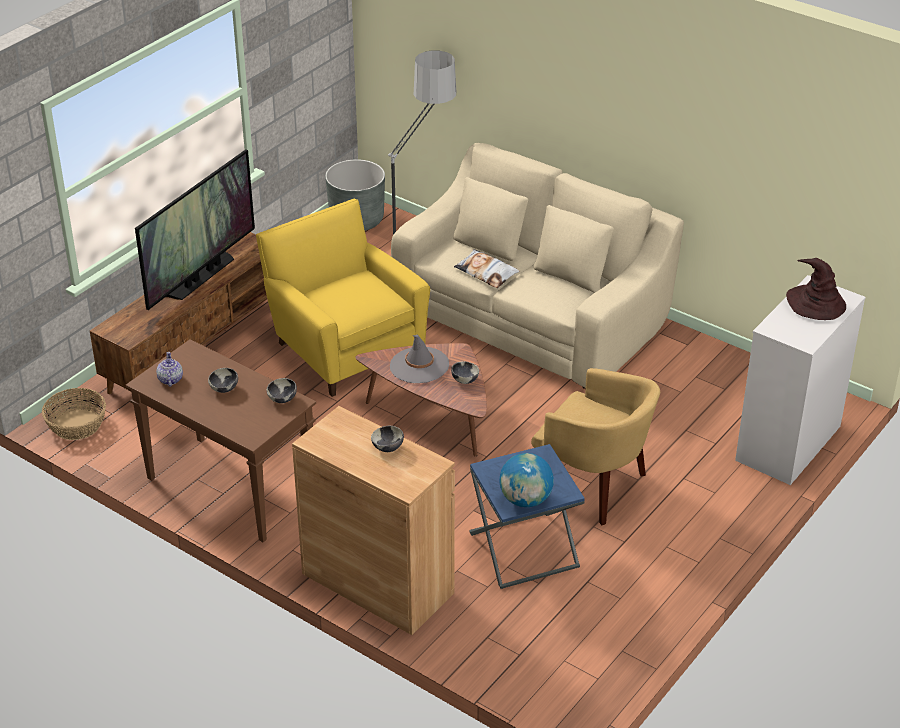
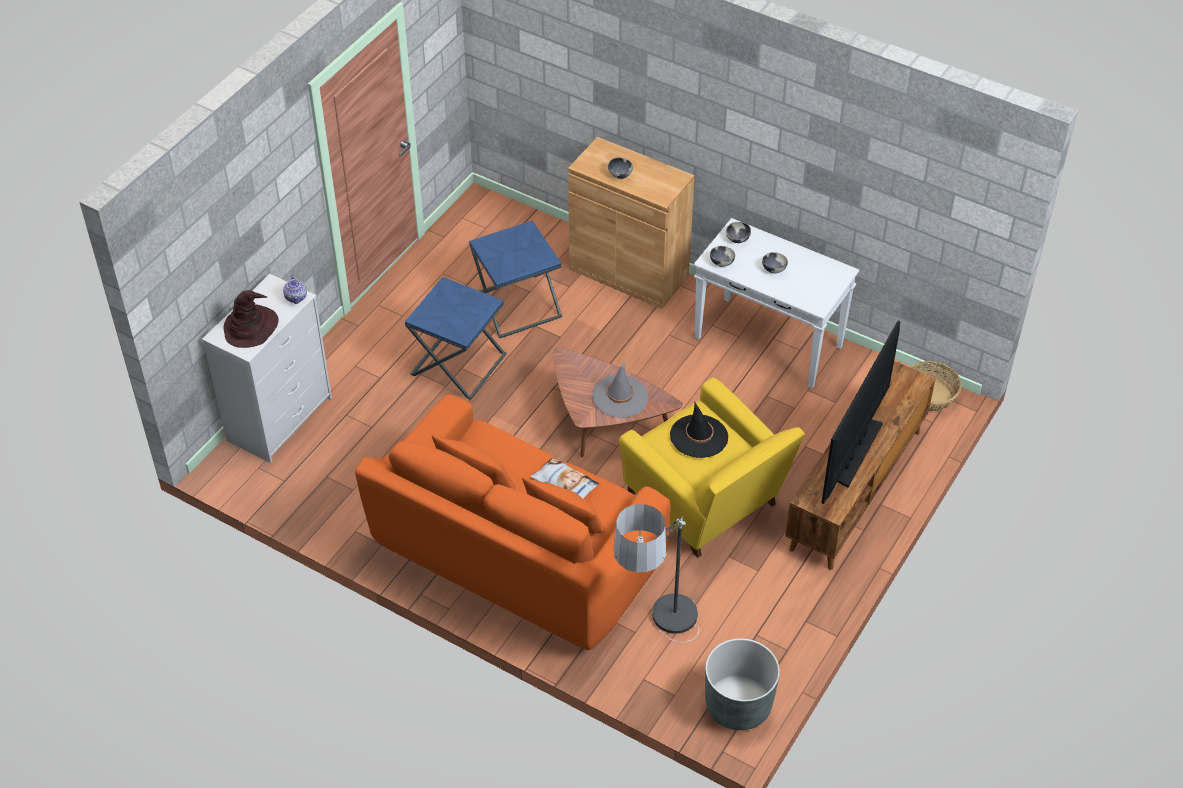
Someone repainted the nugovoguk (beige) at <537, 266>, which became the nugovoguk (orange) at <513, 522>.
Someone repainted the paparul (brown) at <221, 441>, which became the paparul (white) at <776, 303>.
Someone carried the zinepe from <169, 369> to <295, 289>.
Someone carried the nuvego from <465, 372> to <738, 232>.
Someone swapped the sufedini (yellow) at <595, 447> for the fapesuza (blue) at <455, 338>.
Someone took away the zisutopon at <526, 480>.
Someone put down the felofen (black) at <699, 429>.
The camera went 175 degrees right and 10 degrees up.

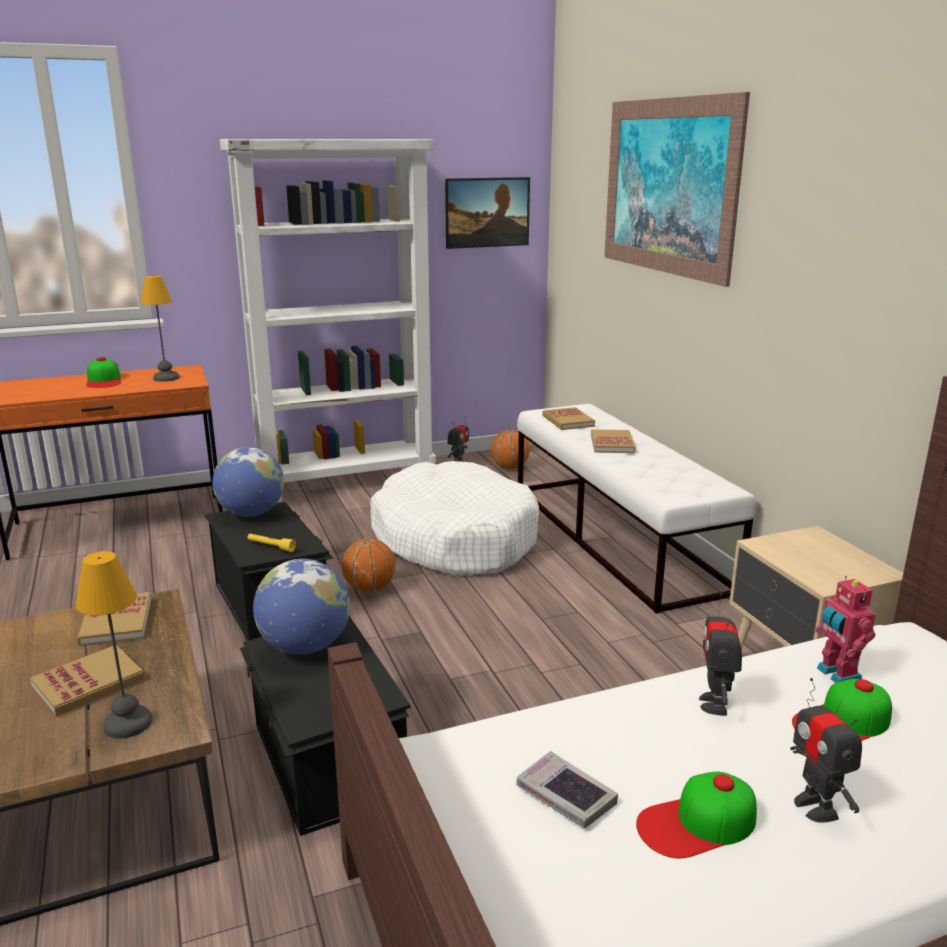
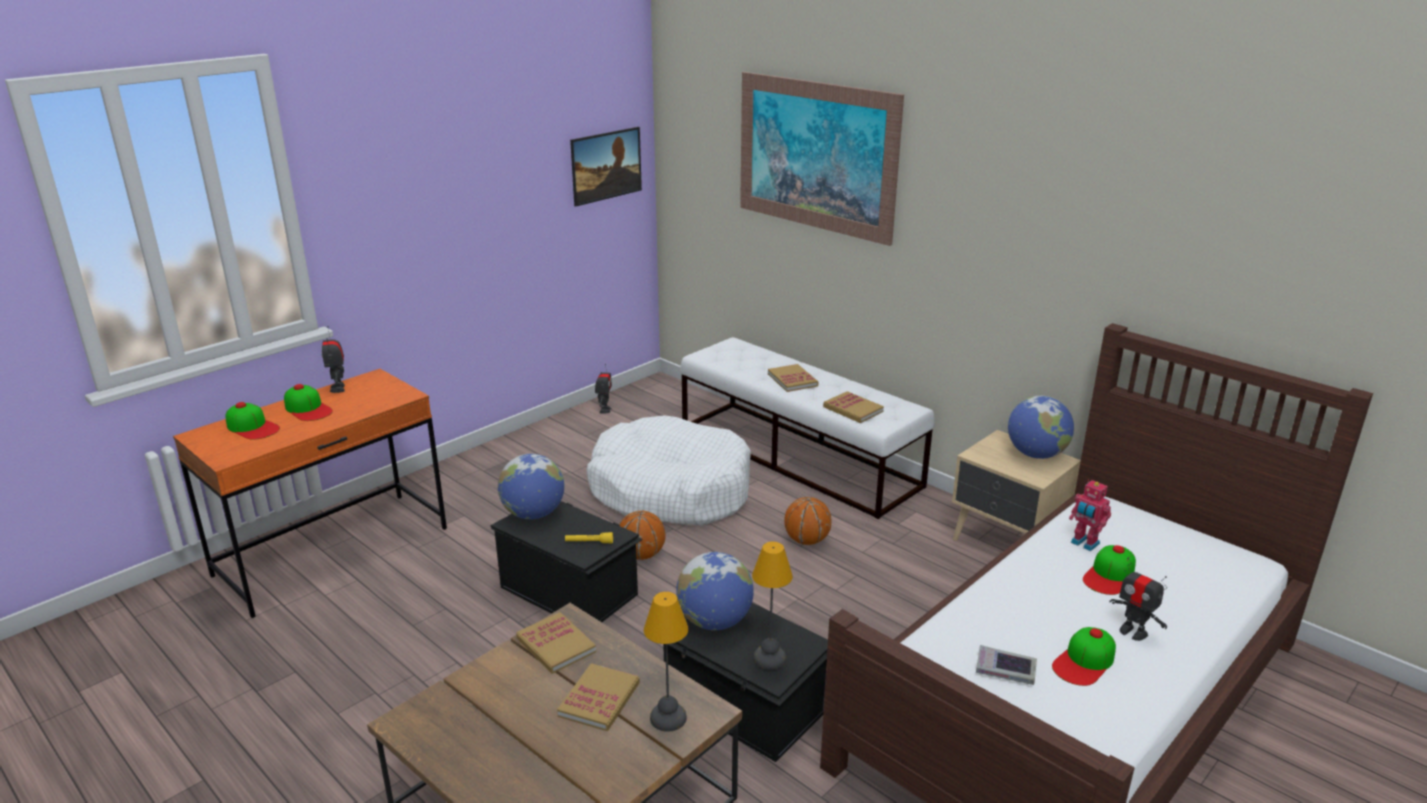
Someone took away the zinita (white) at <328, 320>.
Someone carried the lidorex from <160, 329> to <772, 606>.
Someone carried the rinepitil from <568, 418> to <853, 407>.
Someone carried the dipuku from <510, 449> to <807, 521>.
Someone carried the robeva from <720, 654> to <333, 359>.
Someone put down the zisutopon at <1041, 427>.
Someone put down the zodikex at <252, 421>.
The camera went 25 degrees left and 5 degrees up.

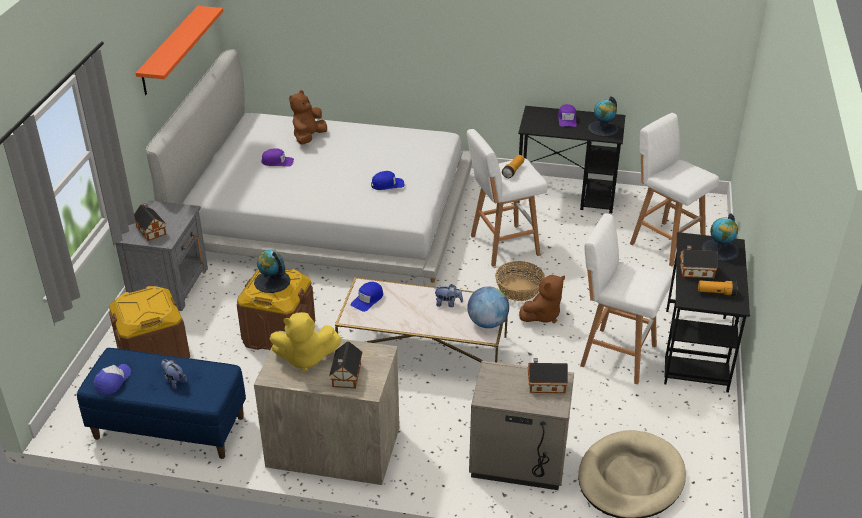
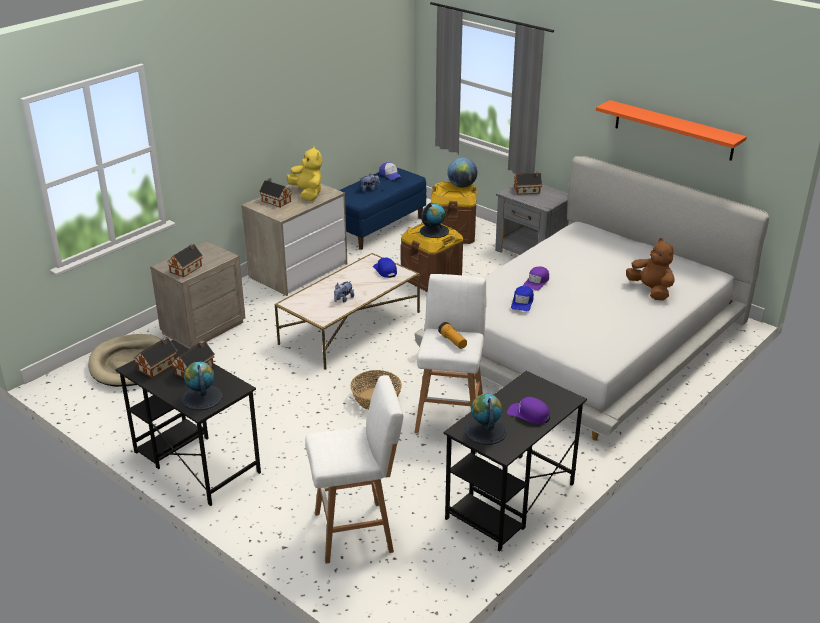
Someone carried the zodikex (purple) from <278, 157> to <536, 278>.
Someone took away the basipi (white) at <626, 299>.
Someone took away the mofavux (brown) at <542, 299>.
Someone swapped the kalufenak at <718, 288> for the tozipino at <156, 357>.
Someone carried the zisutopon from <488, 307> to <462, 172>.
Someone rotated the mofavux (yellow) at <305, 342> by 120 degrees clockwise.
The camera went 120 degrees right and 5 degrees down.

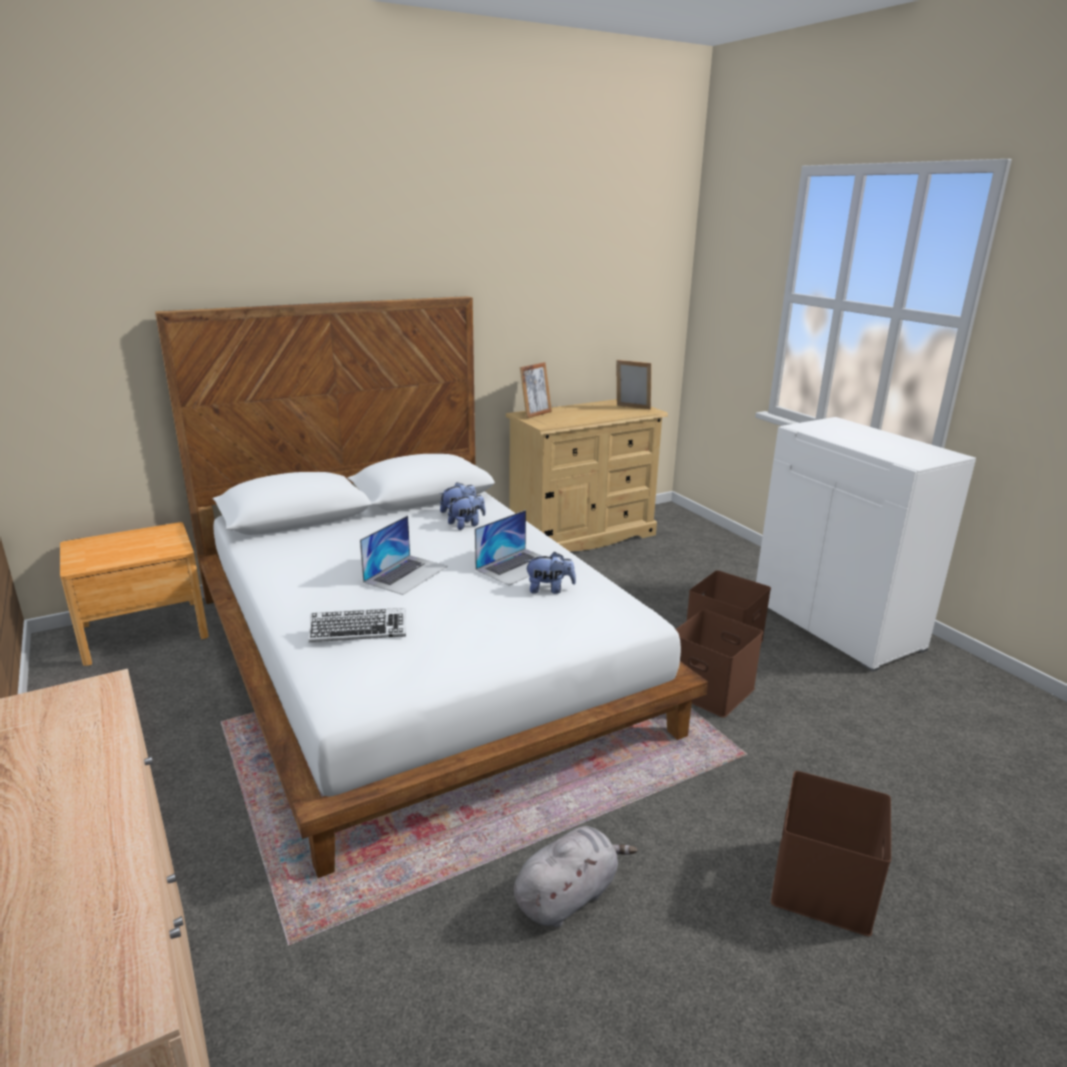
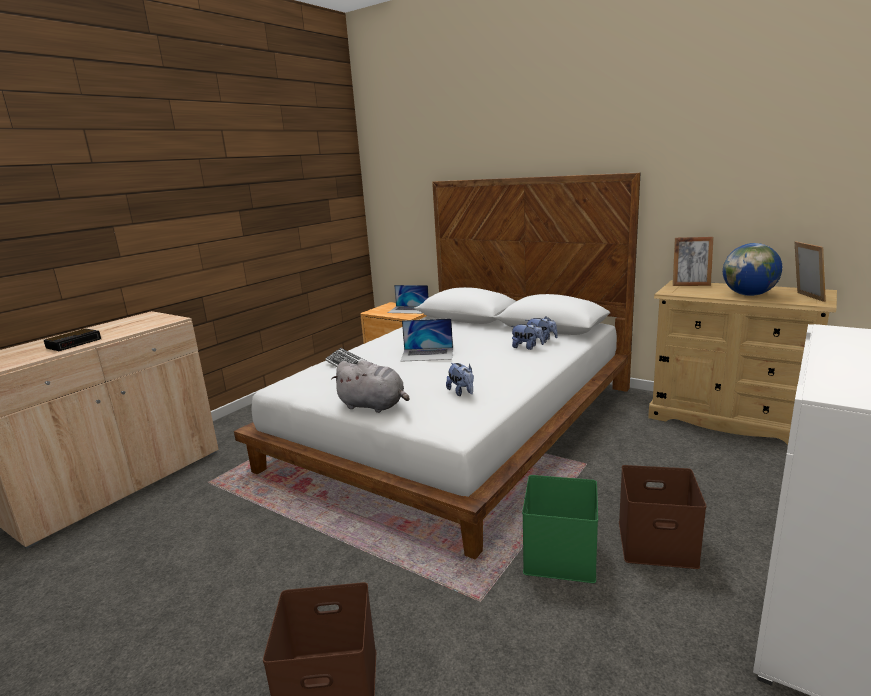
Someone carried the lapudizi from <508, 548> to <408, 299>.
Someone repainted the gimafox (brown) at <719, 663>, which became the gimafox (green) at <560, 529>.
Someone carried the mofavux (grey) from <576, 876> to <370, 386>.
Someone put down the zisutopon at <752, 269>.
Someone put down the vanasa at <72, 340>.
The camera went 65 degrees right and 5 degrees down.

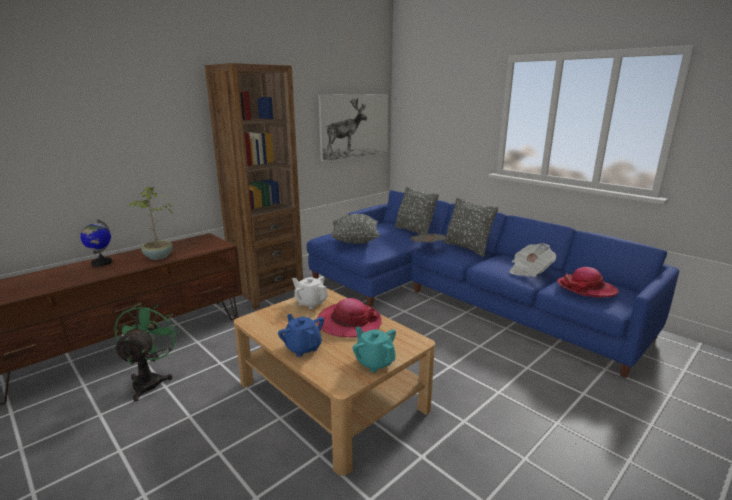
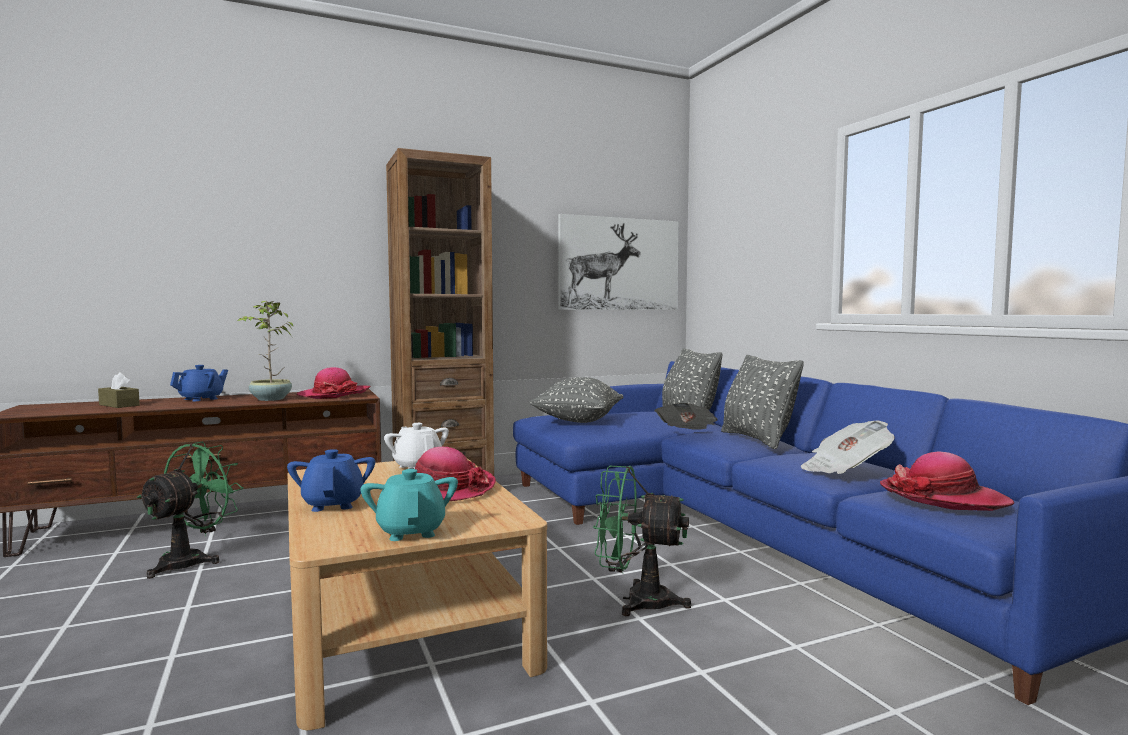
Someone swapped the zisutopon at <96, 242> for the zinepe (blue) at <199, 383>.
Someone put down the felofen at <334, 383>.
Someone put down the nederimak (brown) at <119, 390>.
Someone put down the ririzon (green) at <642, 541>.
The camera went 20 degrees right and 15 degrees down.

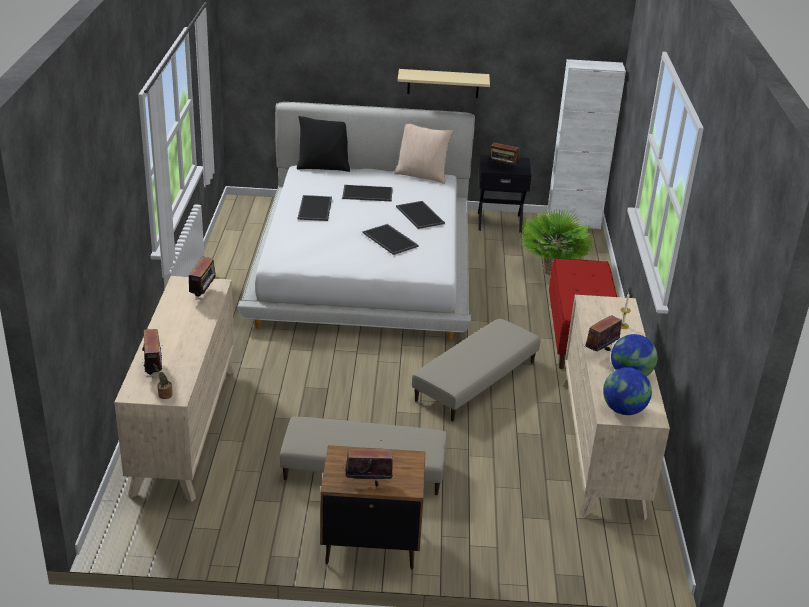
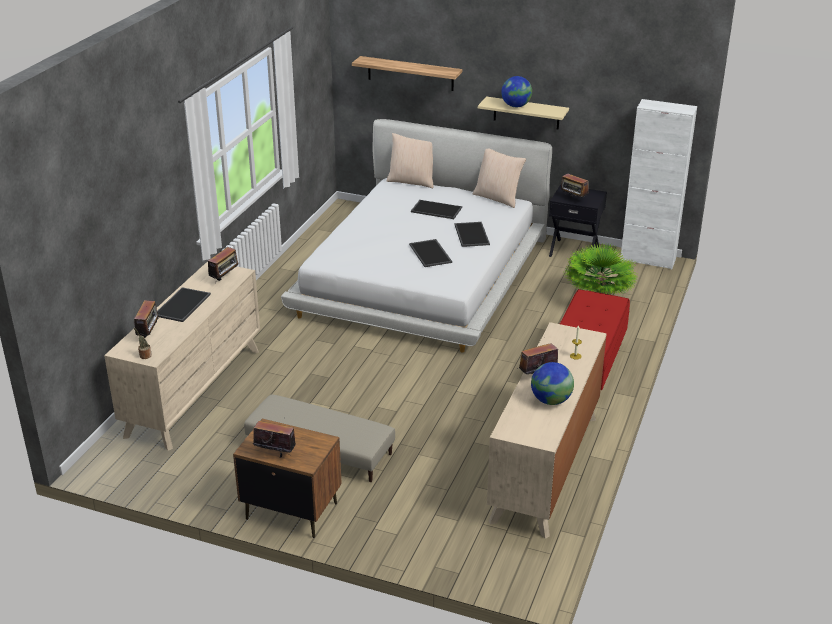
Someone repainted the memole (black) at <323, 144>, which became the memole (beige) at <410, 160>.
Someone carried the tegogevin from <315, 208> to <184, 304>.
Someone took away the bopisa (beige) at <476, 369>.
Someone carried the zisutopon from <627, 391> to <516, 91>.
Someone put up the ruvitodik at <407, 73>.
The camera went 20 degrees right and 0 degrees up.

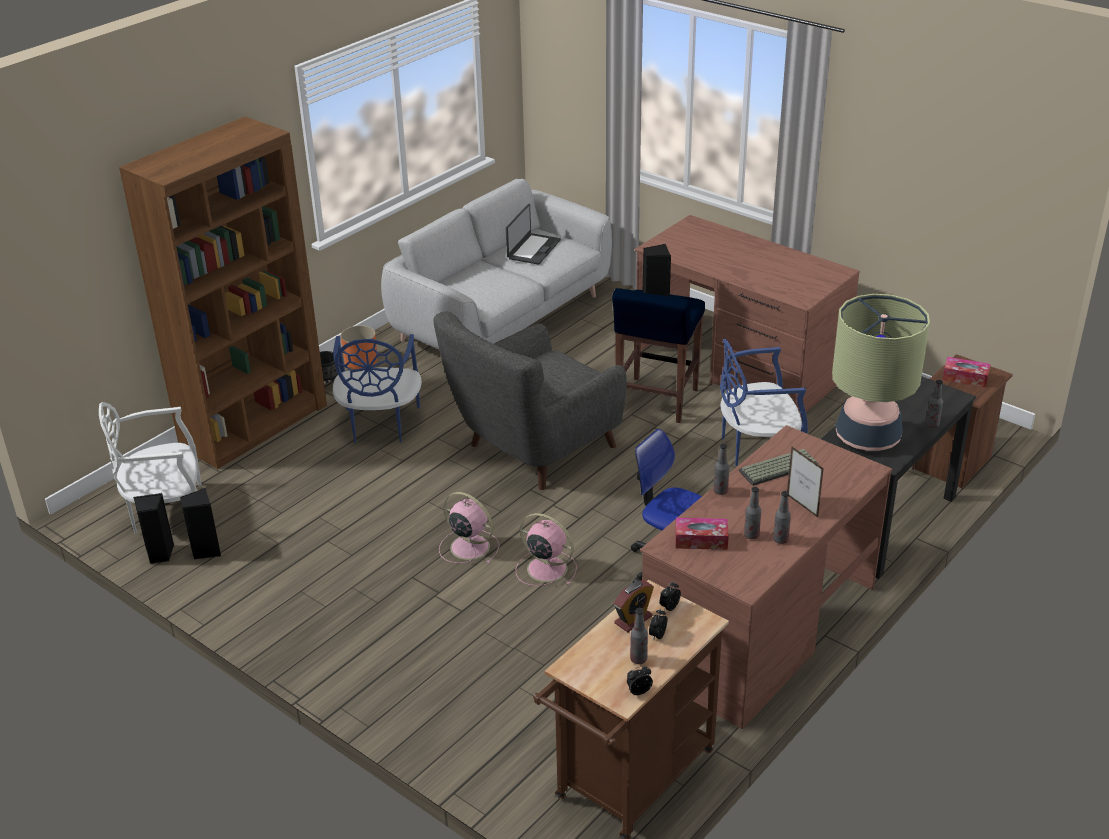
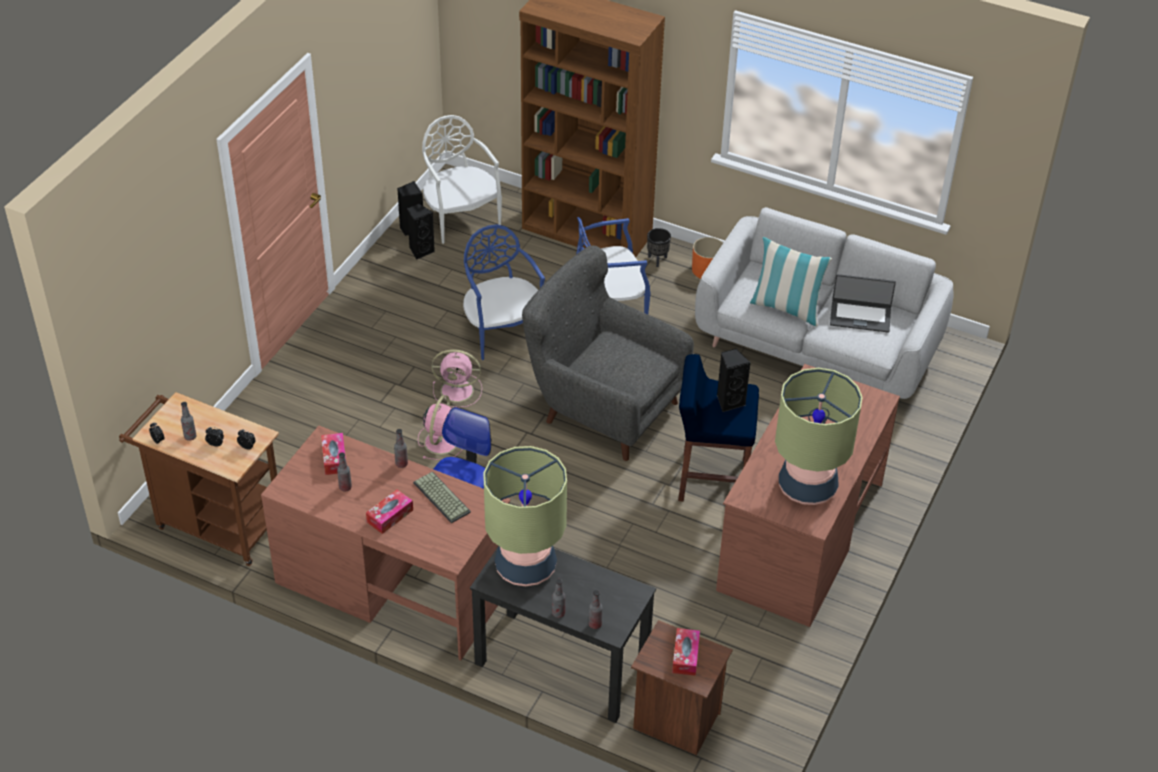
Someone carried the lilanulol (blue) from <764, 402> to <504, 292>.
Someone swapped the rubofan at <805, 482> for the nederimak at <389, 511>.
Someone carried the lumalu from <782, 517> to <595, 609>.
Someone rotated the ririzon (pink) at <469, 528> by 75 degrees clockwise.
Someone took away the vanasa at <634, 606>.
Someone put down the memole at <791, 281>.
Someone put down the lidorex at <818, 436>.
The camera went 75 degrees right and 10 degrees up.

